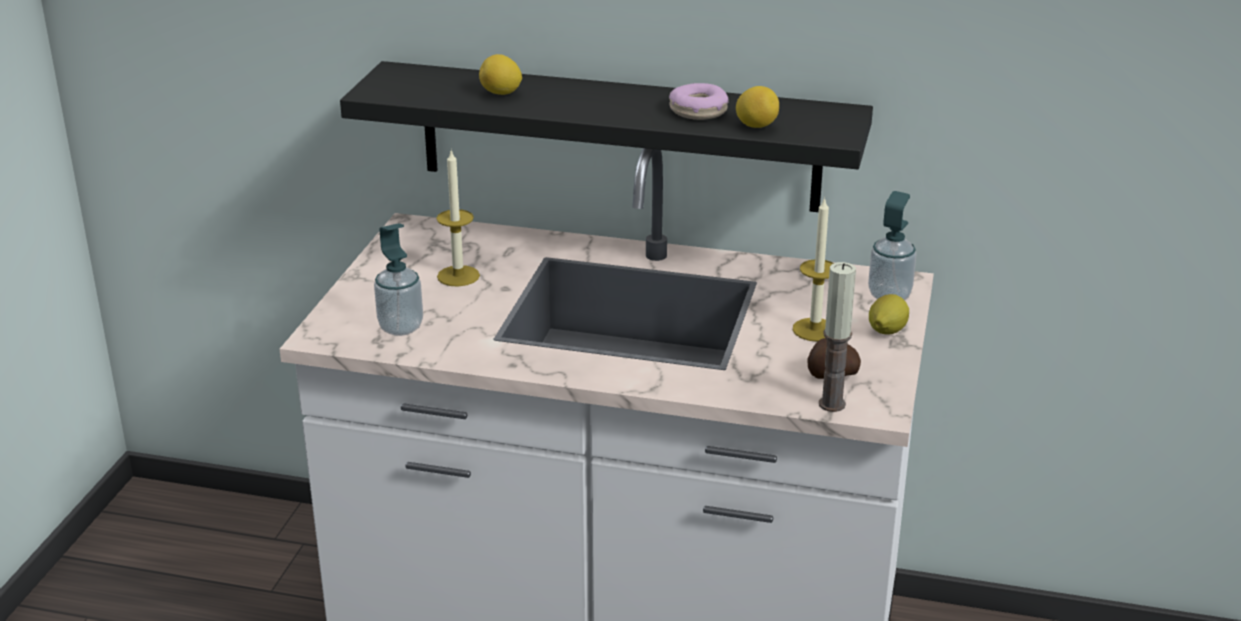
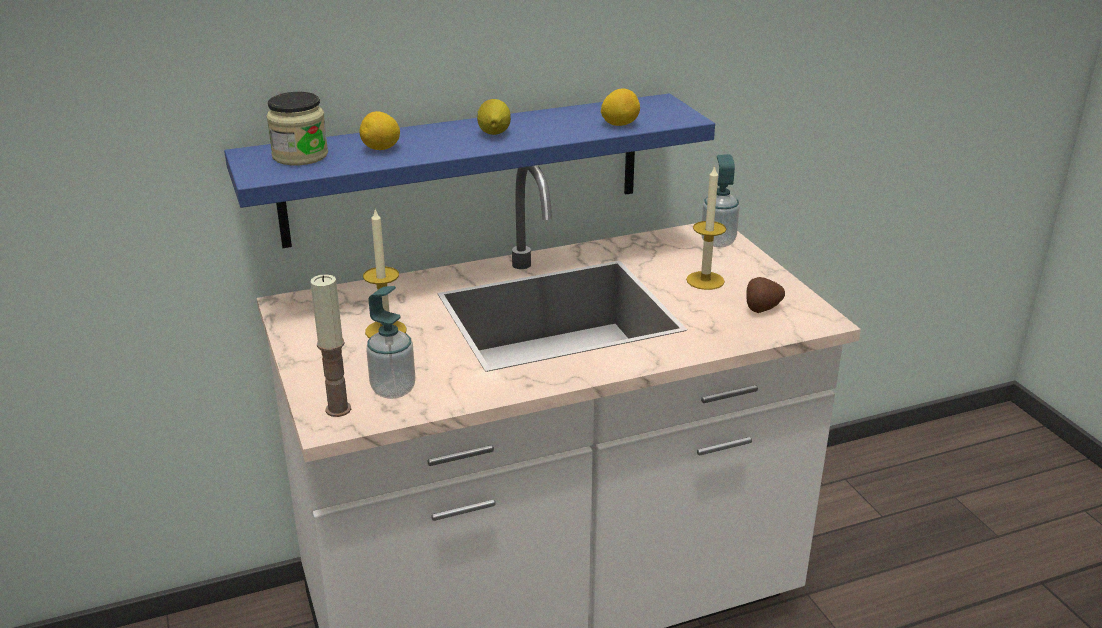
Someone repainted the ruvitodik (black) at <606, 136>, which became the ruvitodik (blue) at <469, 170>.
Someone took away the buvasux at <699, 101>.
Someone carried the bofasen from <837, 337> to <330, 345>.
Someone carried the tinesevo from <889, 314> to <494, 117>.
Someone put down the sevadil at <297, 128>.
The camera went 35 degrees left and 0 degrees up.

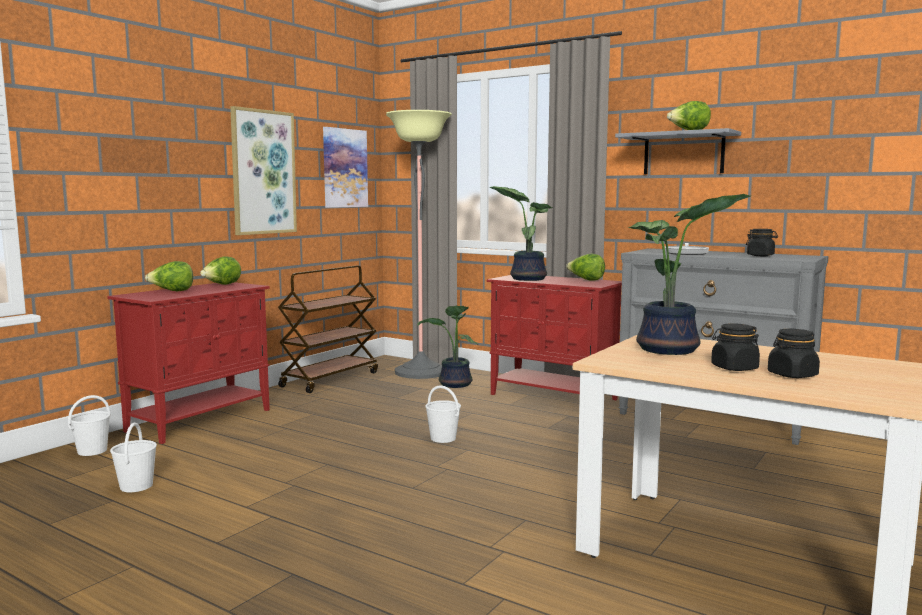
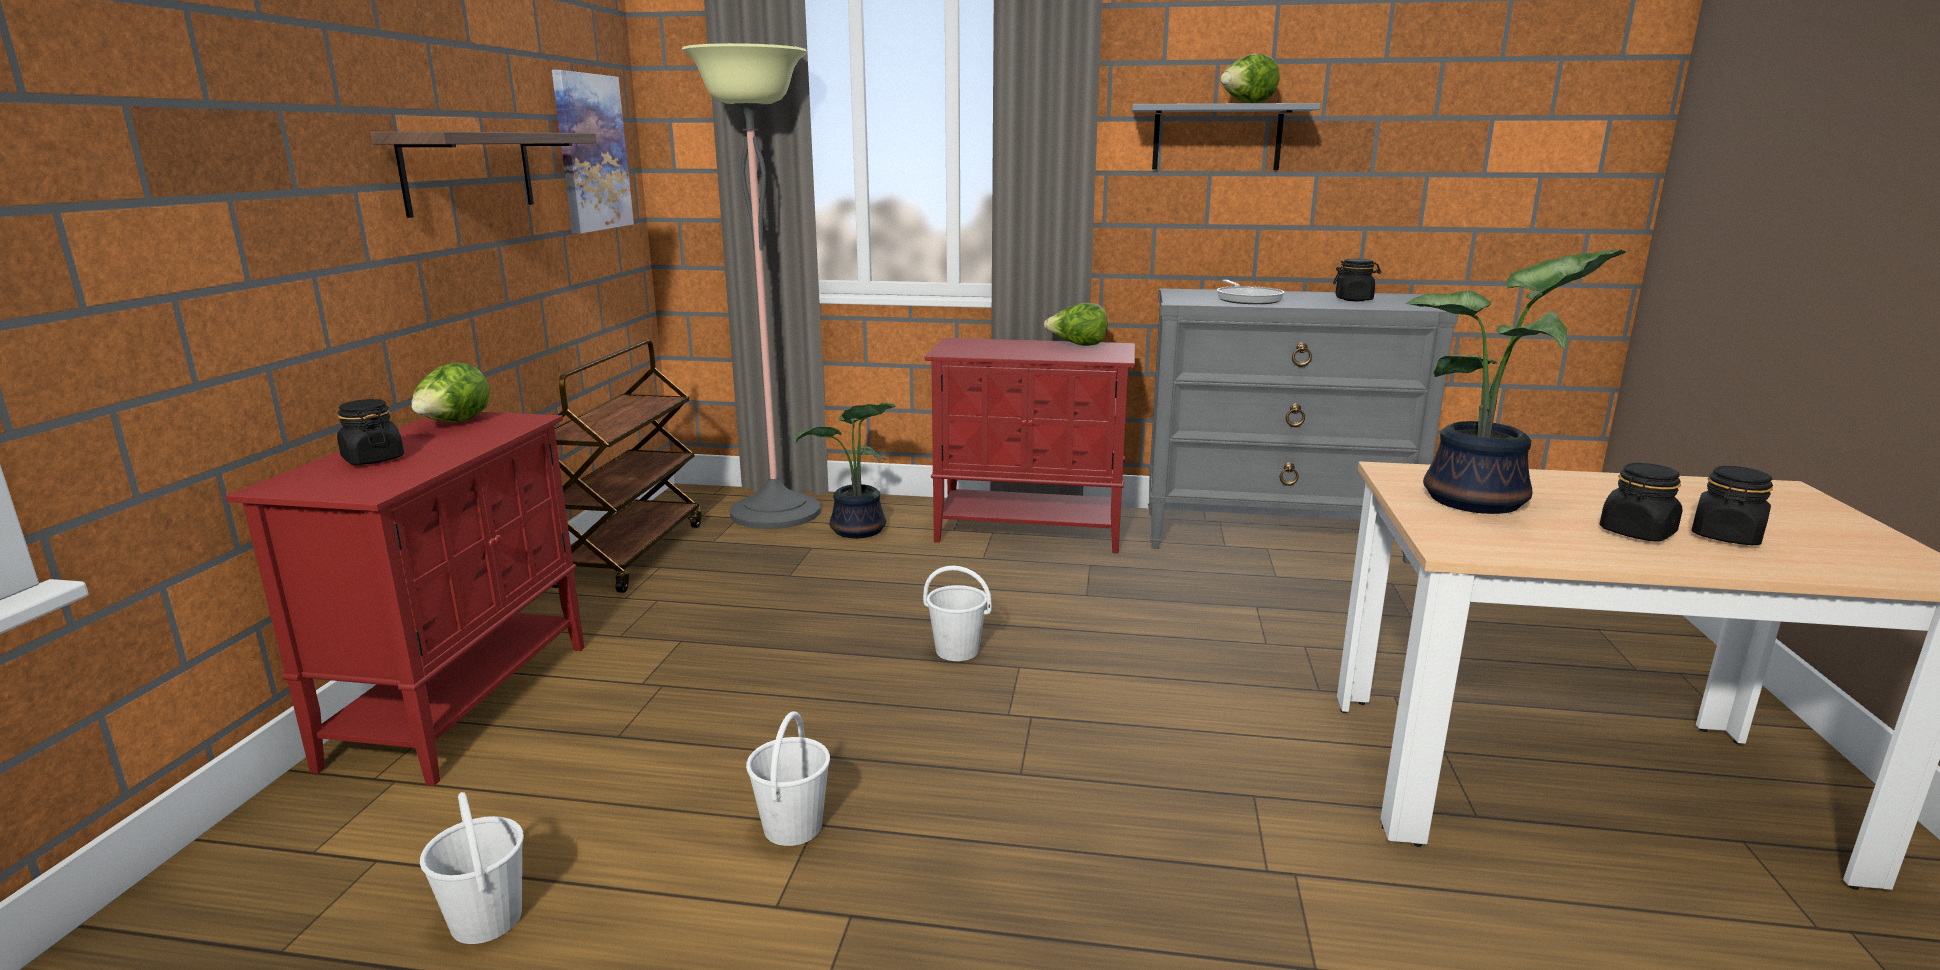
Someone swapped the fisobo at <263, 170> for the ruvitodik at <483, 174>.
Someone took away the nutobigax at <520, 233>.
Someone swapped the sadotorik at <169, 276> for the sevadil (black) at <370, 432>.
Someone carried the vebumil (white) from <89, 425> to <788, 778>.
The camera went 25 degrees left and 10 degrees up.

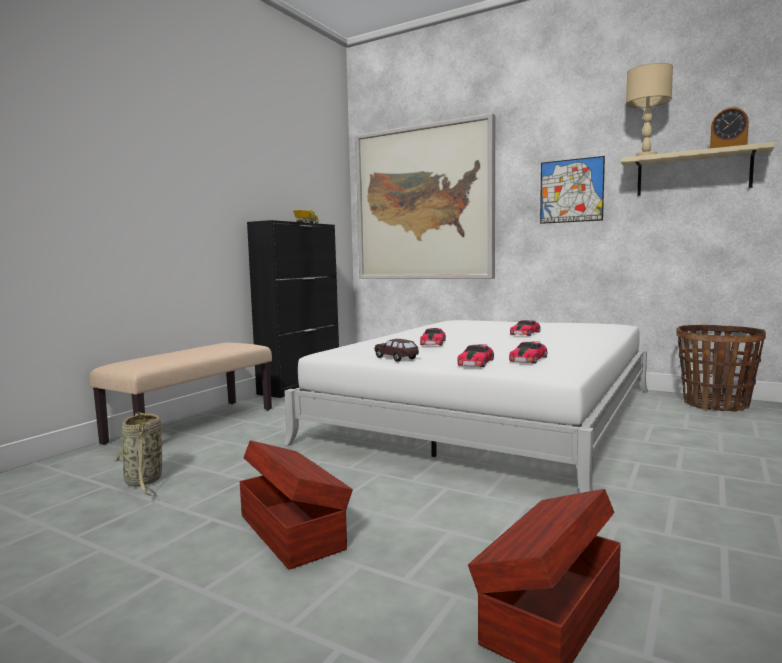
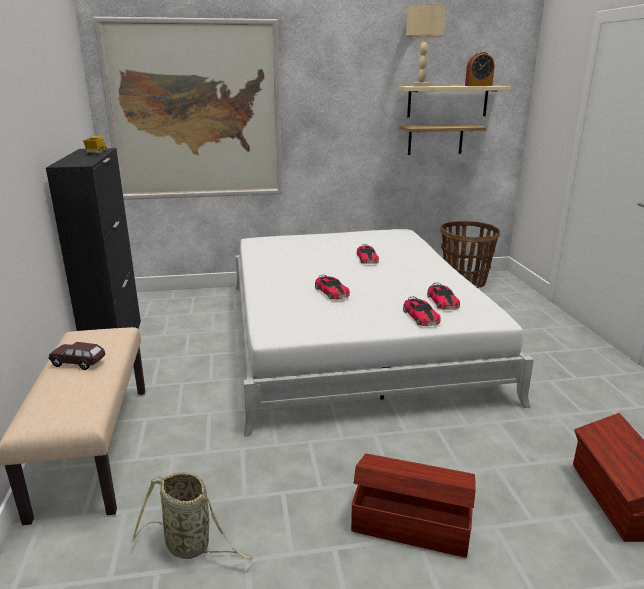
Someone took away the fisobo at <572, 190>.
Someone carried the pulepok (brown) from <396, 350> to <77, 356>.
Someone put up the ruvitodik at <443, 139>.
The camera went 40 degrees left and 15 degrees up.

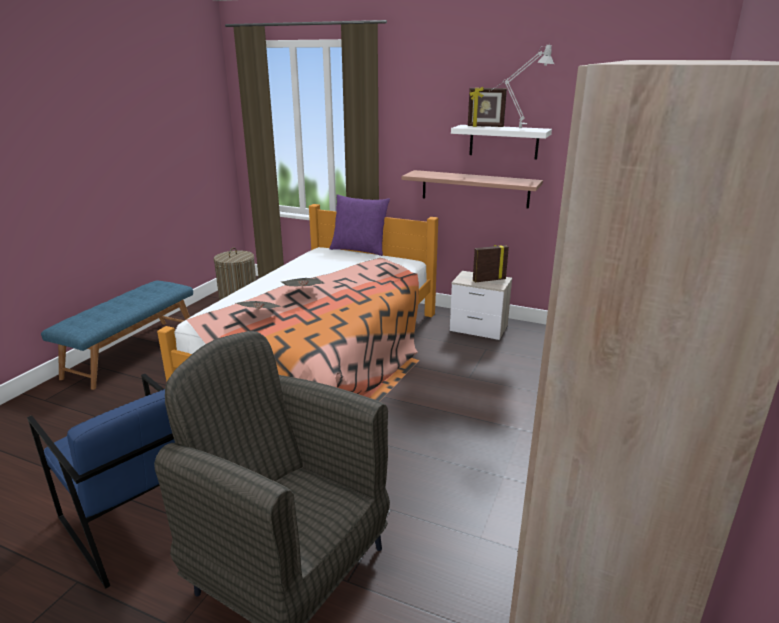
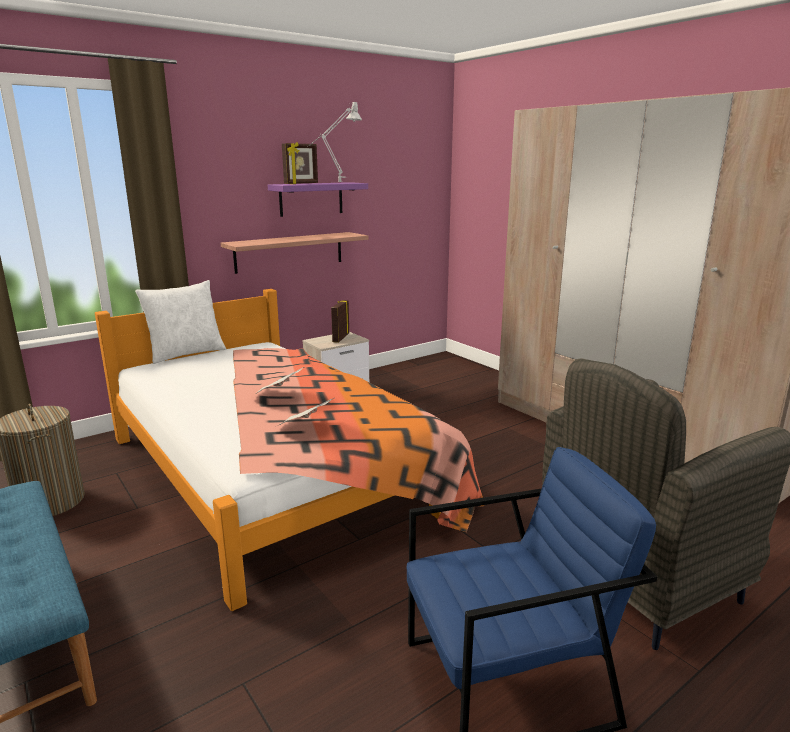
Someone repainted the ruvitodik (white) at <501, 142>, which became the ruvitodik (purple) at <318, 199>.
Someone repainted the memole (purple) at <360, 225>, which became the memole (white) at <180, 322>.
The camera went 60 degrees left and 5 degrees down.

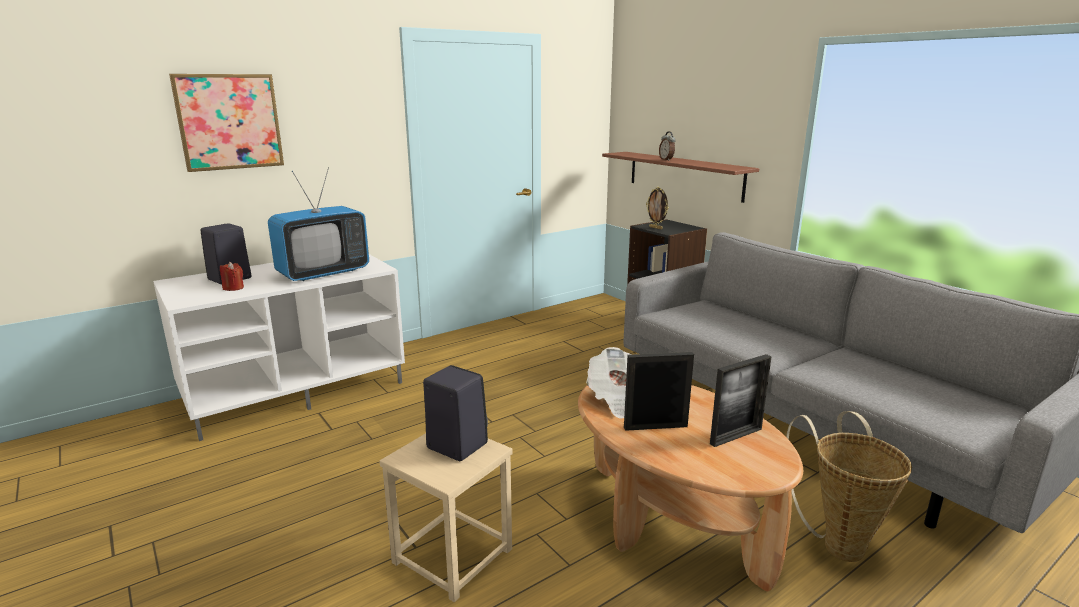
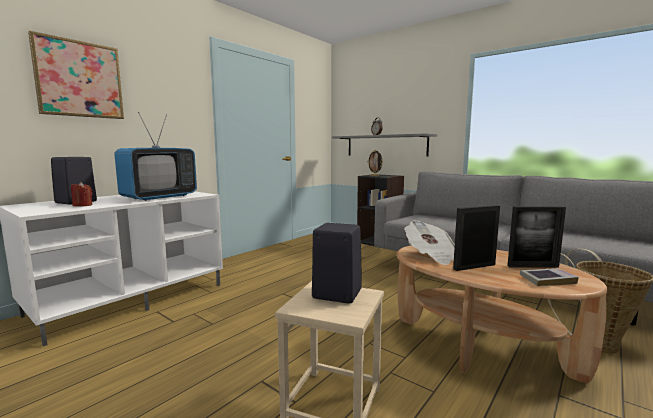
Someone repainted the ruvitodik (brown) at <680, 177>, which became the ruvitodik (grey) at <384, 144>.
Someone rotated the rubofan at <740, 400> by 45 degrees clockwise.
Someone put down the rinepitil at <549, 277>.
The camera went 15 degrees left and 10 degrees down.

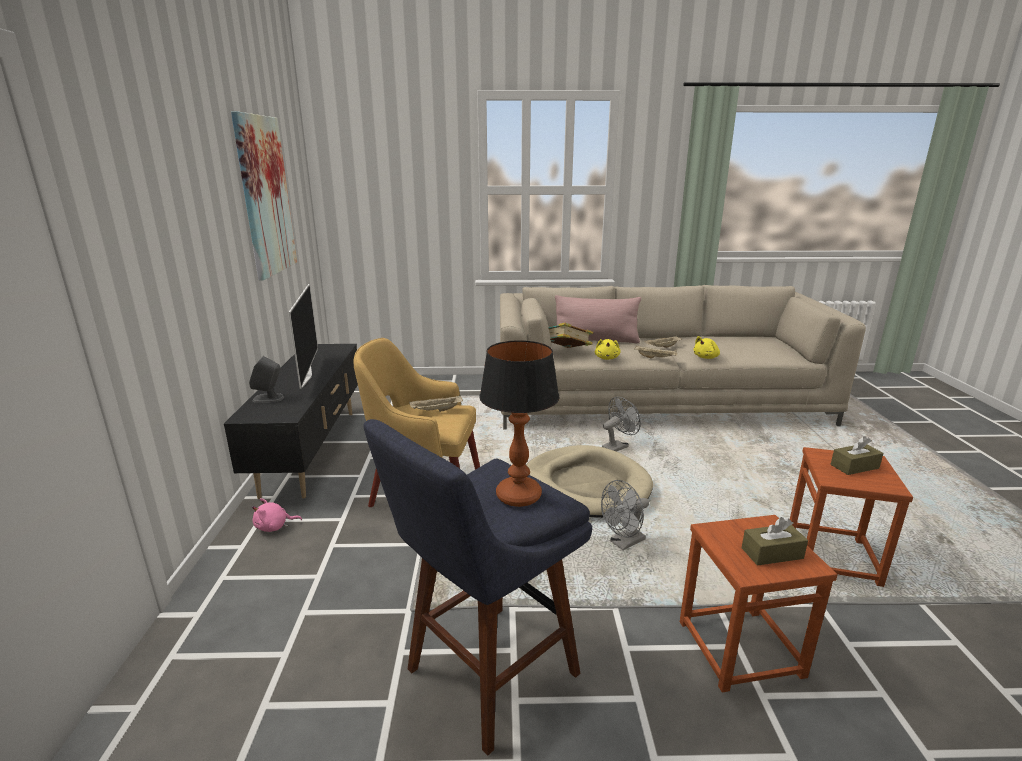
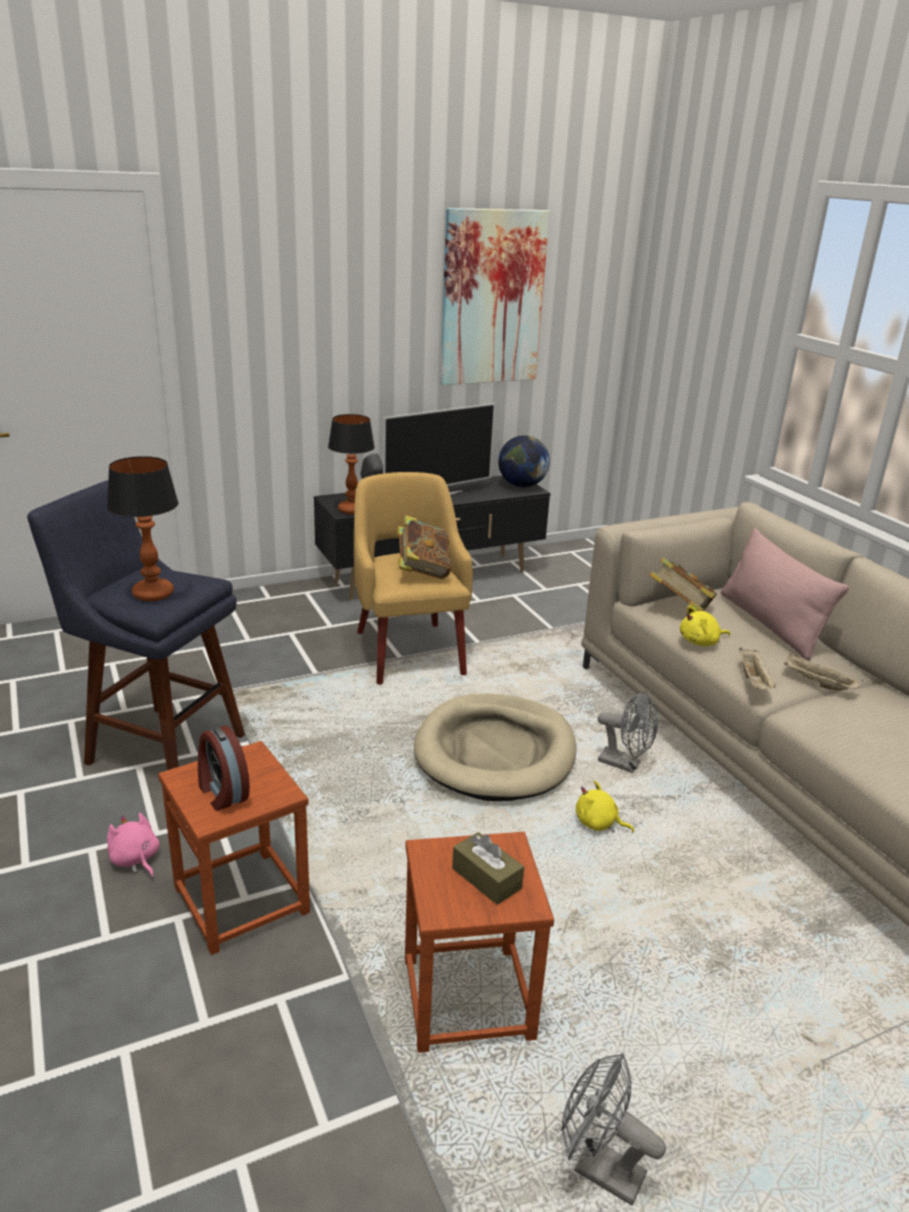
Someone carried the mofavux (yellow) from <706, 347> to <605, 807>.
Someone swapped the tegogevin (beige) at <436, 403> for the rinepitil at <424, 547>.
Someone carried the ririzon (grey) from <625, 515> to <613, 1129>.
Someone carried the mofavux (pink) from <277, 515> to <133, 845>.
Someone swapped the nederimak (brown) at <775, 541> for the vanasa at <224, 768>.
Someone put down the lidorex at <351, 464>.
Someone put down the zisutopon at <524, 461>.
The camera went 65 degrees right and 5 degrees up.

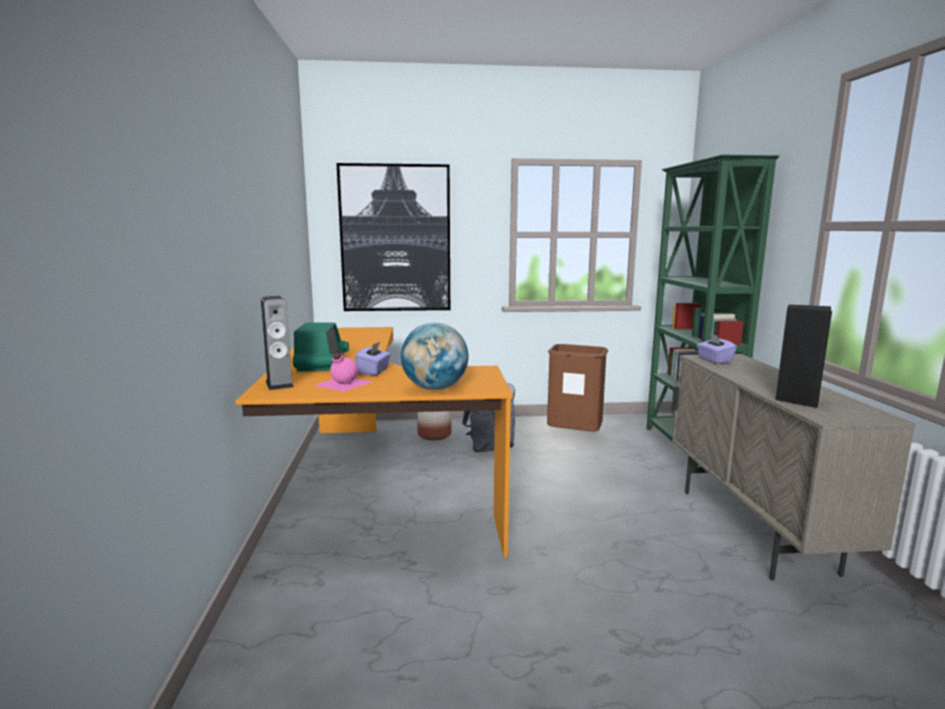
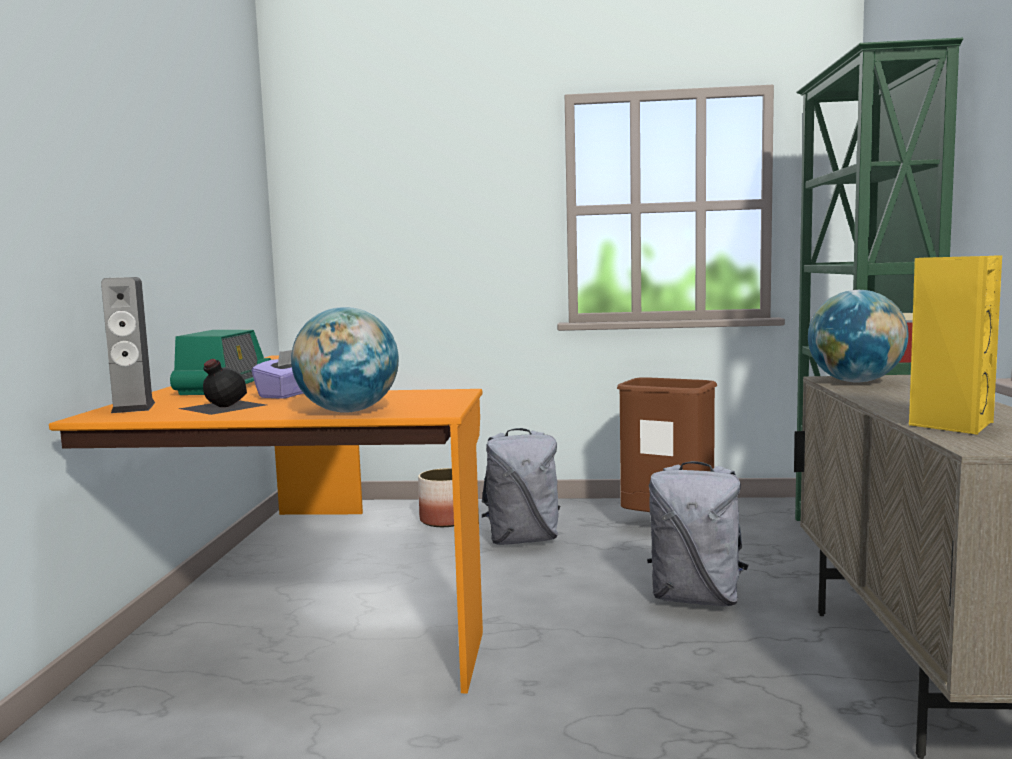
Someone took away the fisobo at <393, 237>.
Someone repainted the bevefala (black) at <803, 356>, which became the bevefala (yellow) at <955, 345>.
Someone swapped the nederimak (purple) at <717, 348> for the zisutopon at <858, 336>.
Someone repainted the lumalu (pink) at <343, 372>, which became the lumalu (black) at <222, 387>.
Someone put down the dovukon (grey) at <698, 533>.
The camera went 10 degrees right and 5 degrees down.

